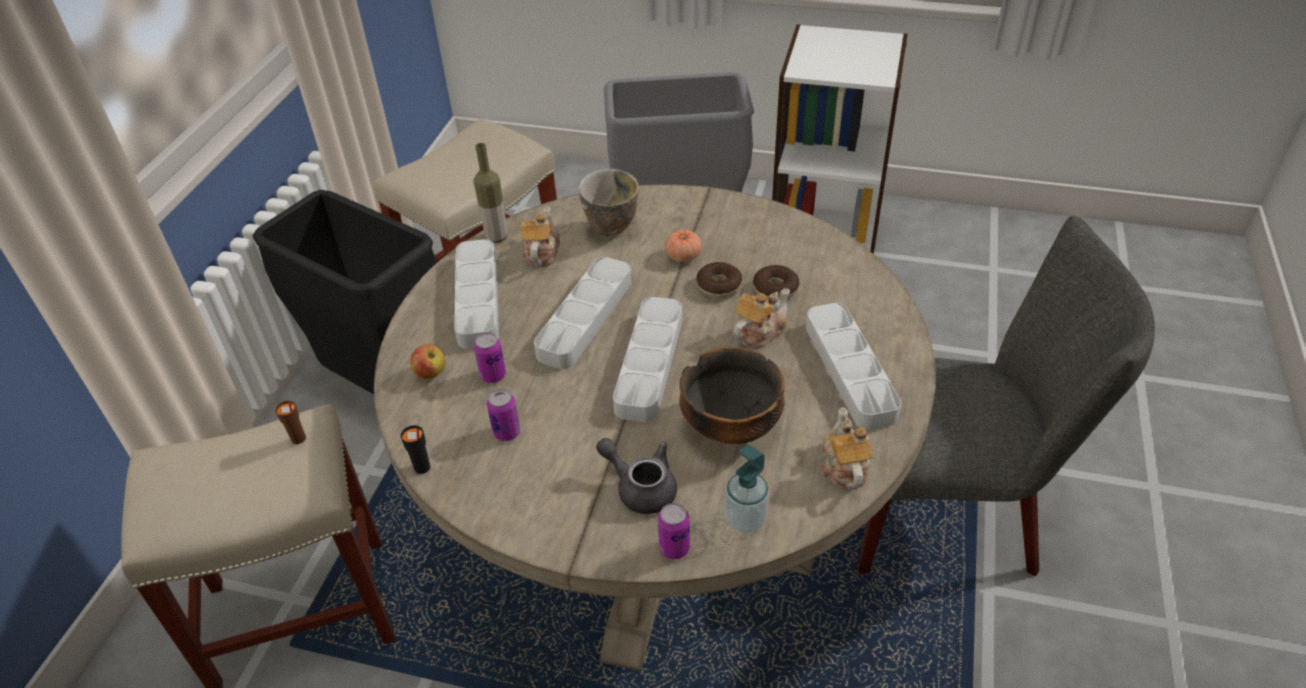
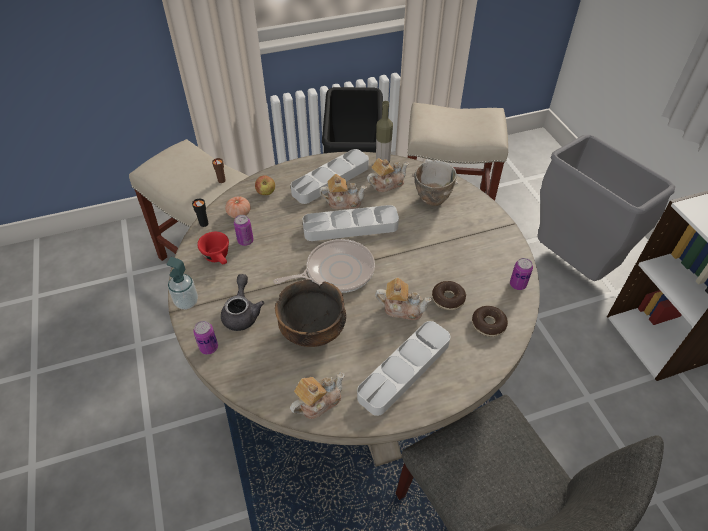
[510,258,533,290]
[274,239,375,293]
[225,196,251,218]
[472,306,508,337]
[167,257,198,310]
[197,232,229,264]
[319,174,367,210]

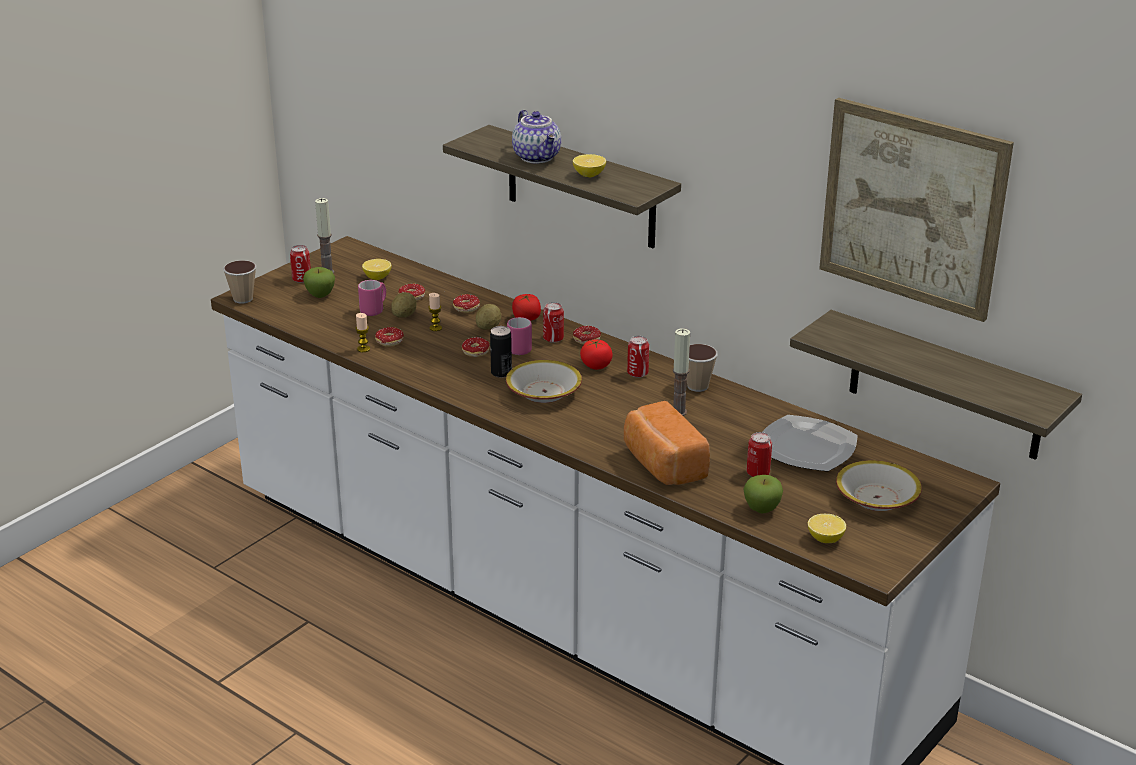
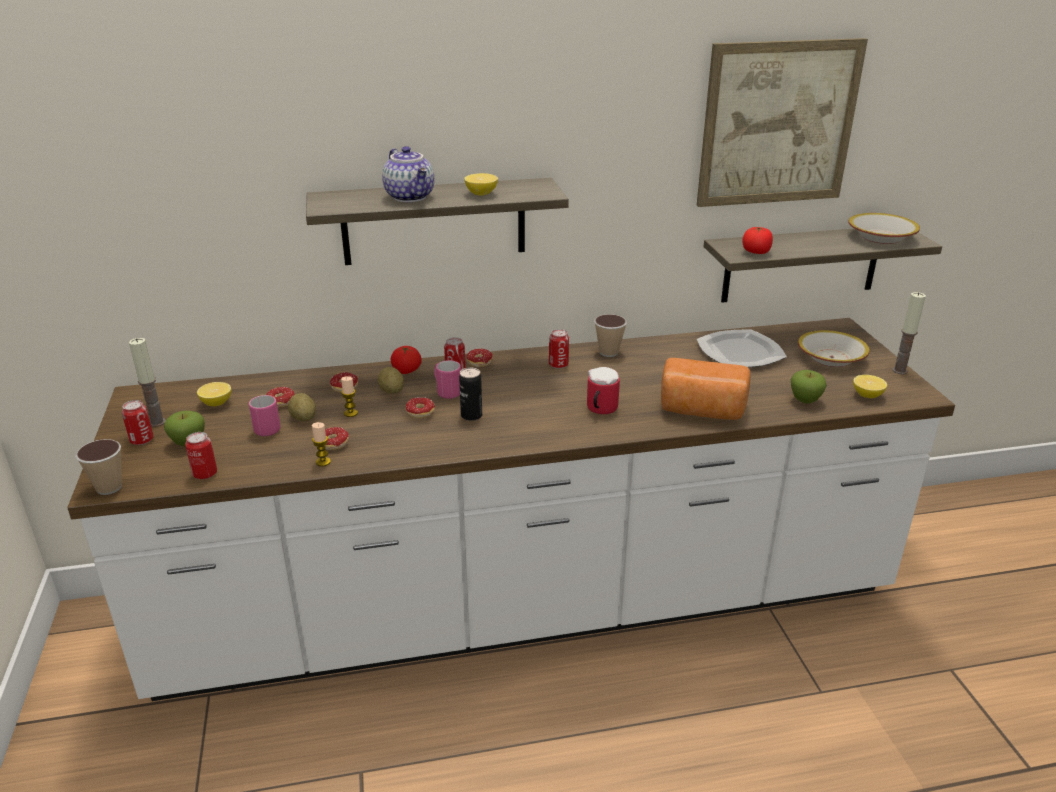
[848,213,920,244]
[382,146,434,202]
[742,226,773,254]
[892,292,926,374]
[185,432,217,479]
[587,367,620,414]

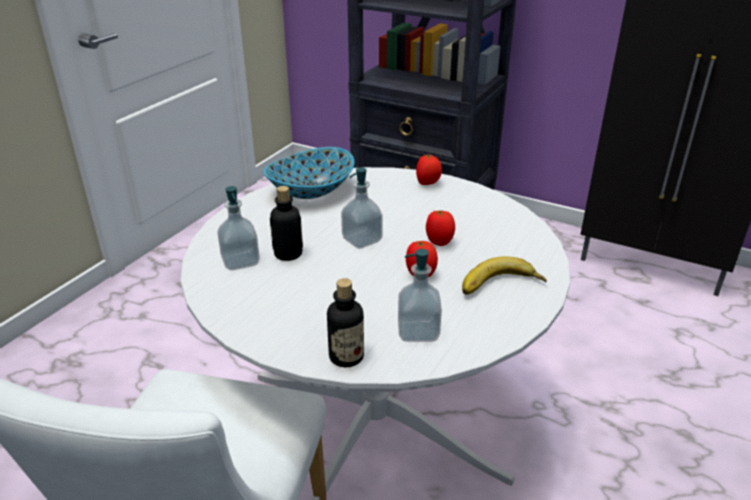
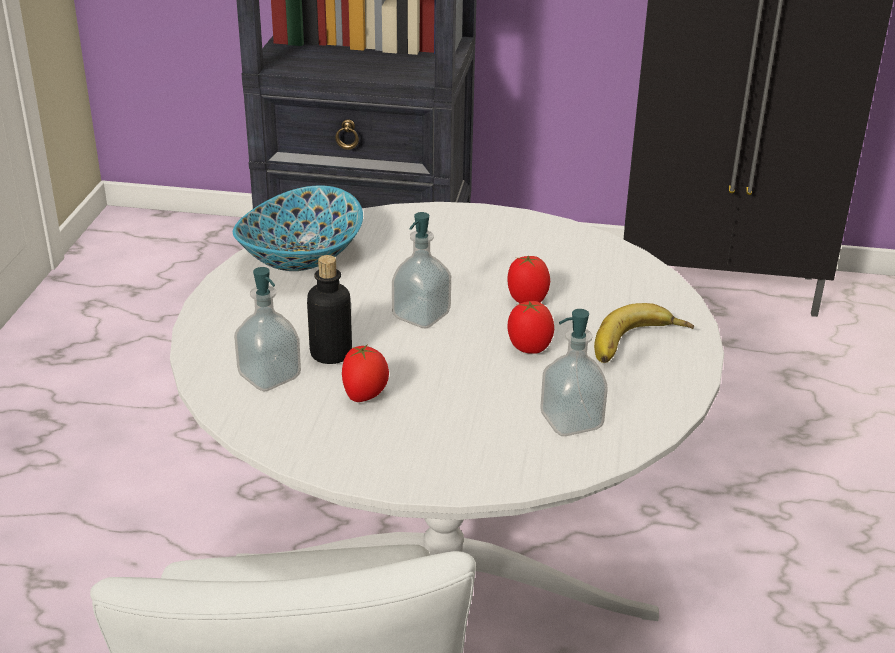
[327,278,364,367] (first image)
[342,344,389,402]

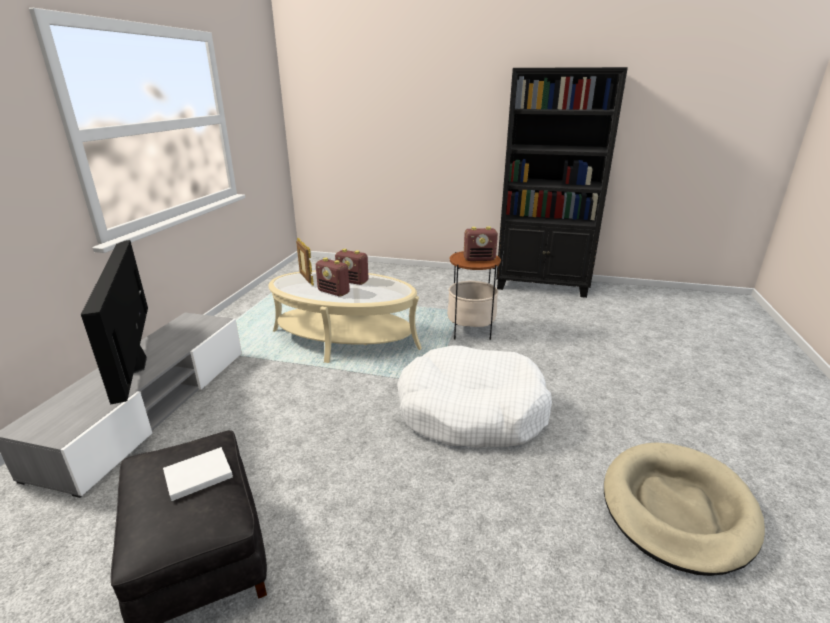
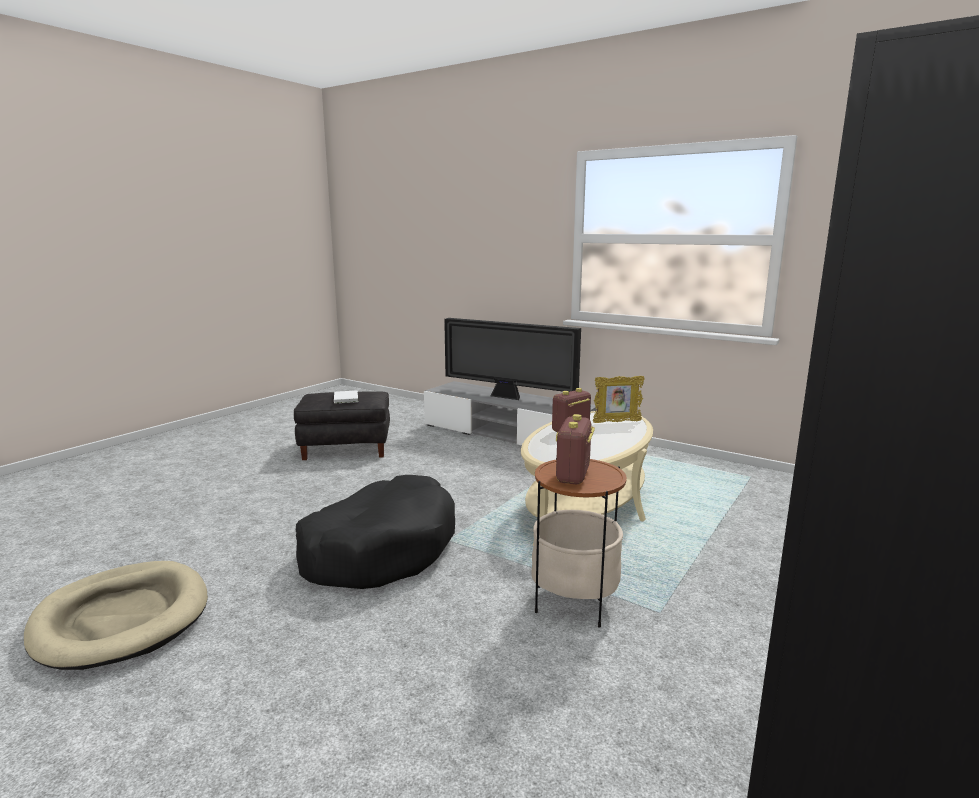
[444,318,581,400]
[335,249,369,285] (first image)
[295,475,455,589]

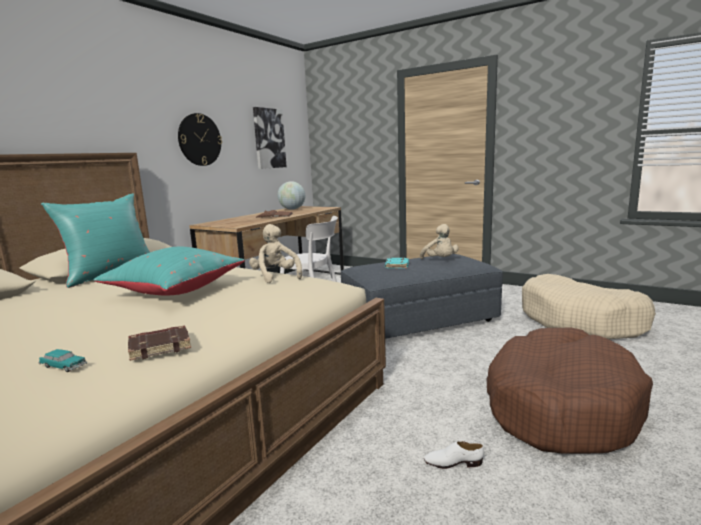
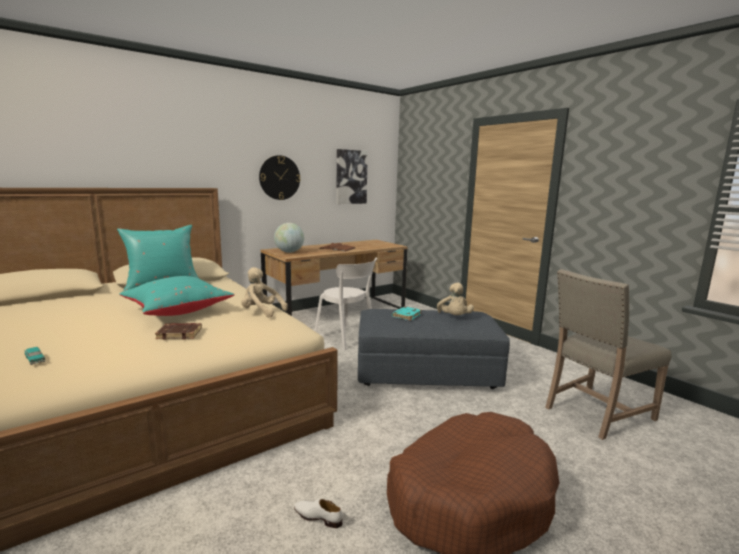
[155,323,202,340]
[241,267,288,317]
[274,223,304,253]
[545,269,672,440]

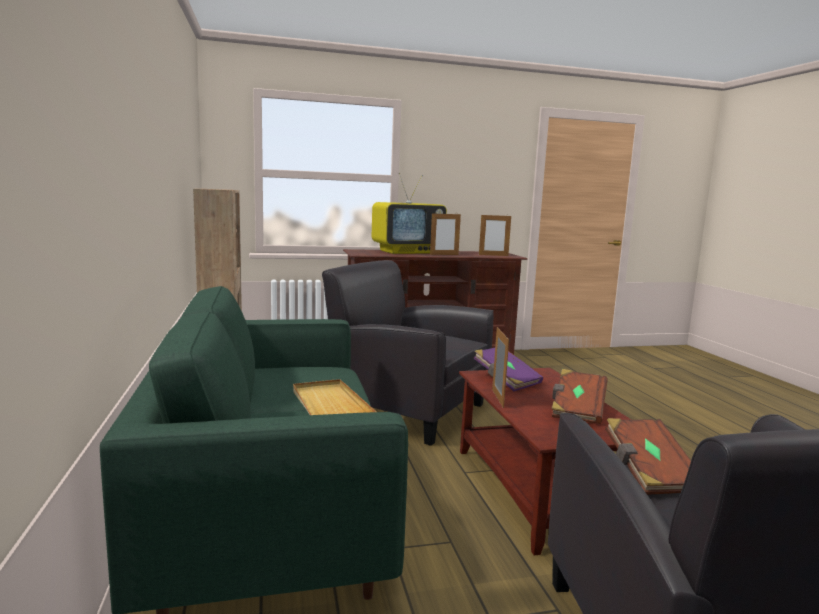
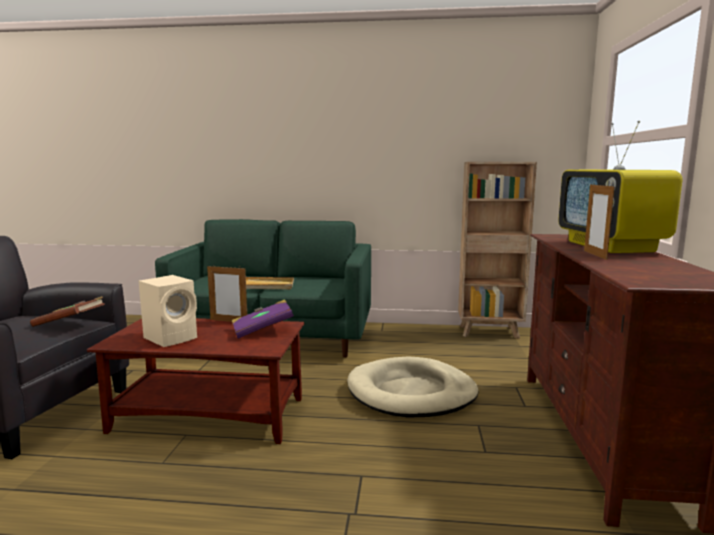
[347,357,479,417]
[479,215,511,256] (first image)
[139,275,197,347]

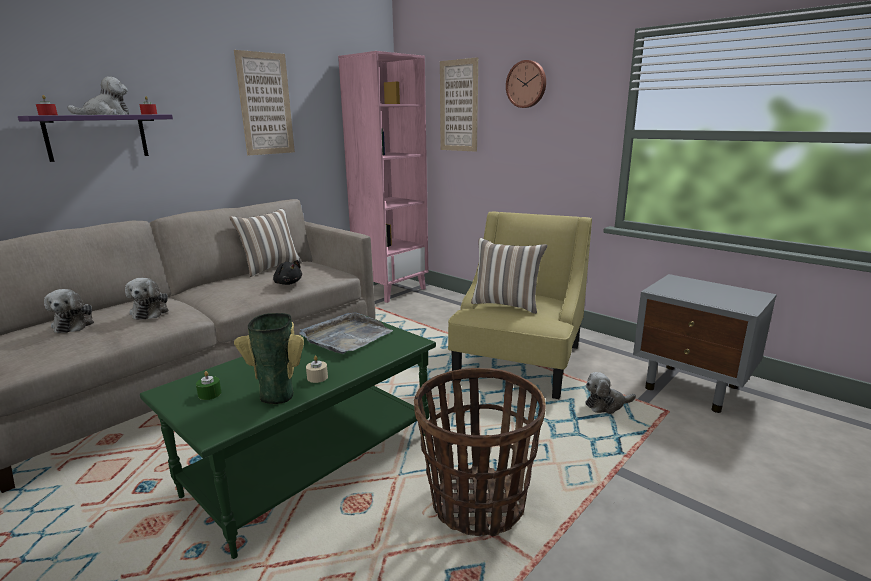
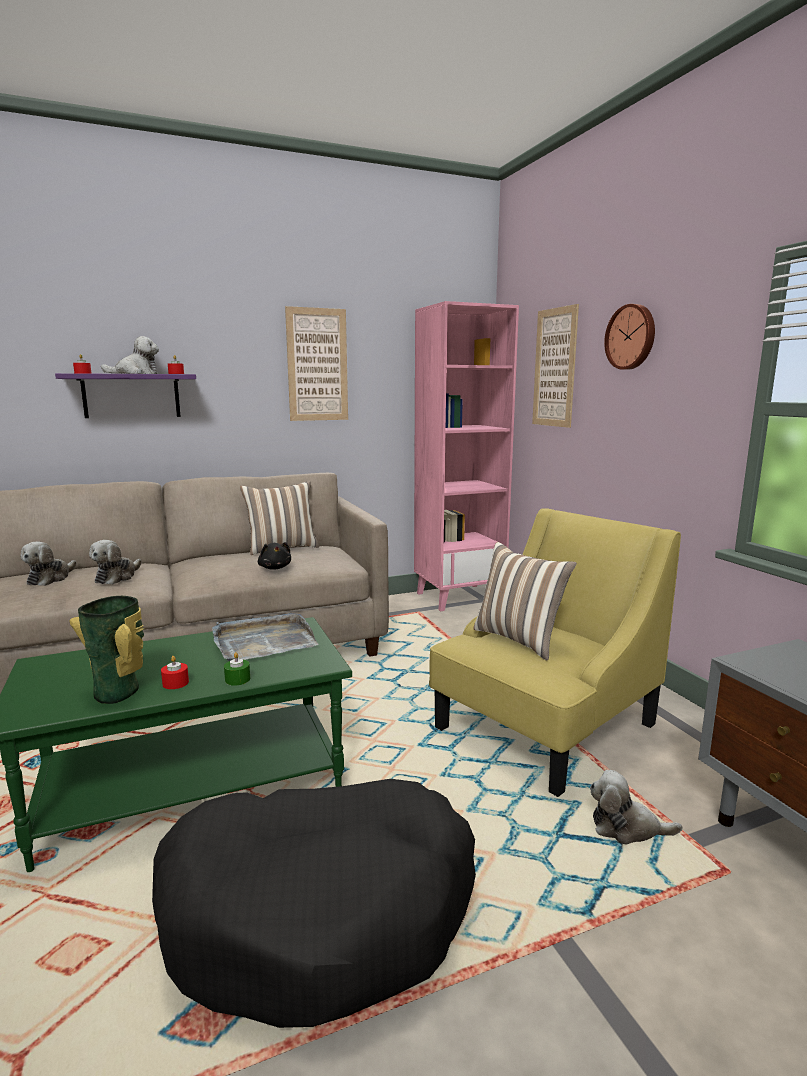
[224,652,250,686]
[161,656,189,689]
[152,779,476,1028]

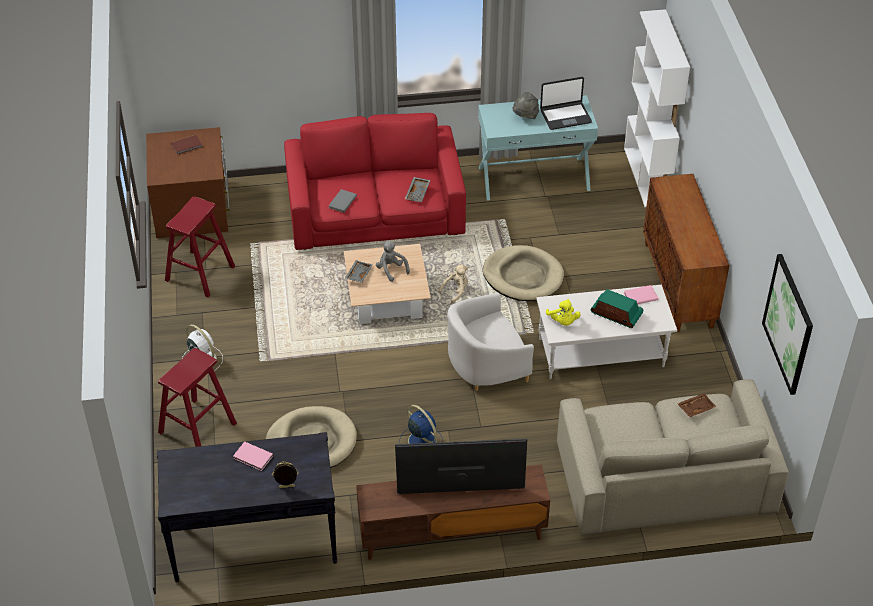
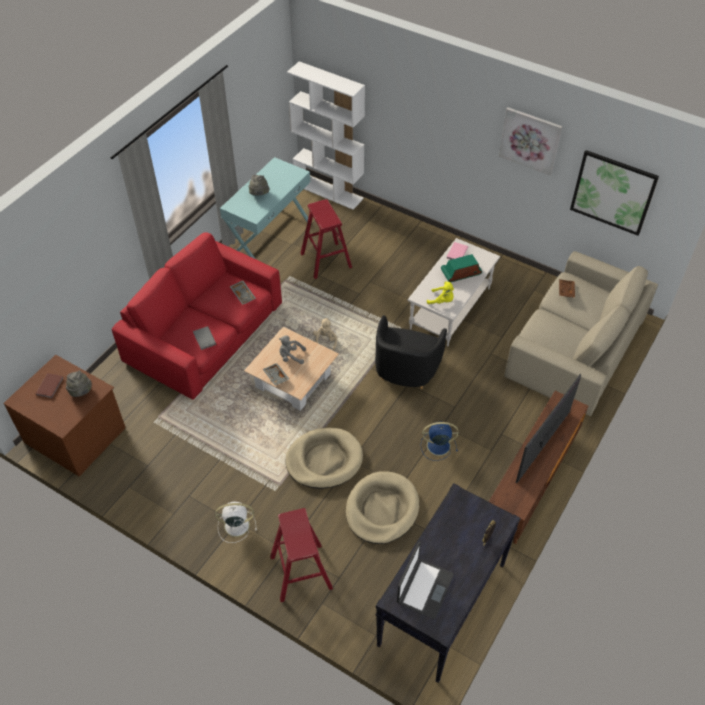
[300,199,352,279]
[233,442,273,471] (first image)
[375,315,447,389]
[286,428,363,489]
[397,541,454,619]
[643,174,729,332] (first image)
[66,370,92,397]
[499,107,563,176]

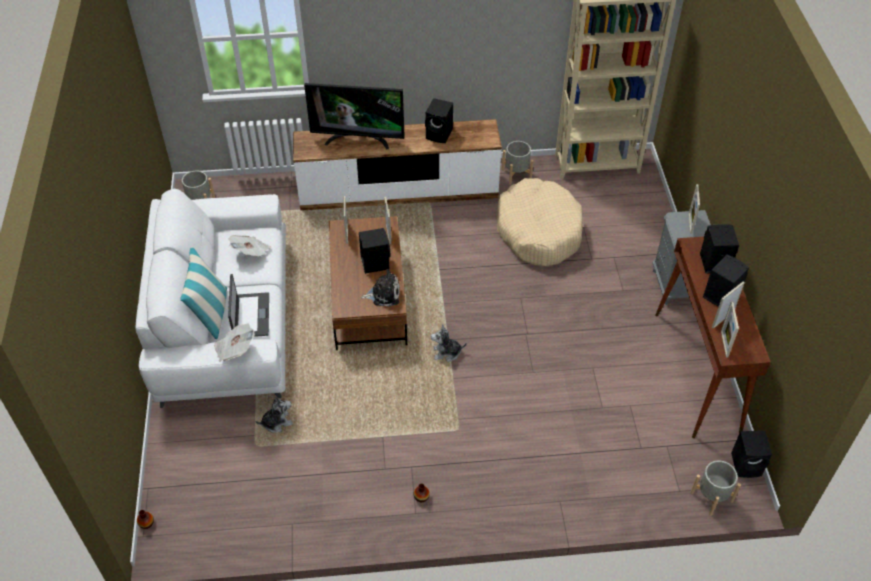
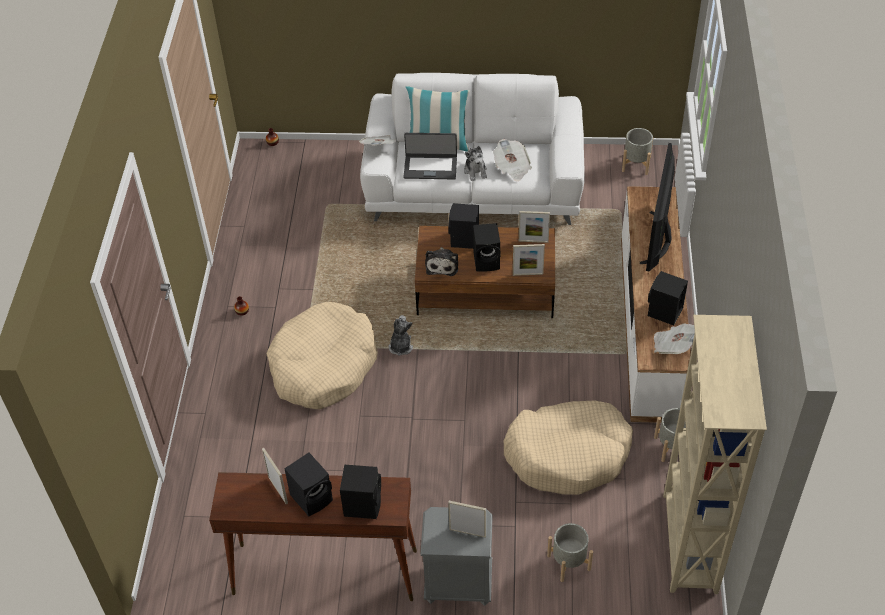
[464,146,487,181]
[547,523,593,582]
[721,302,739,357] (first image)
[448,203,479,249]
[267,302,378,409]
[654,323,695,354]

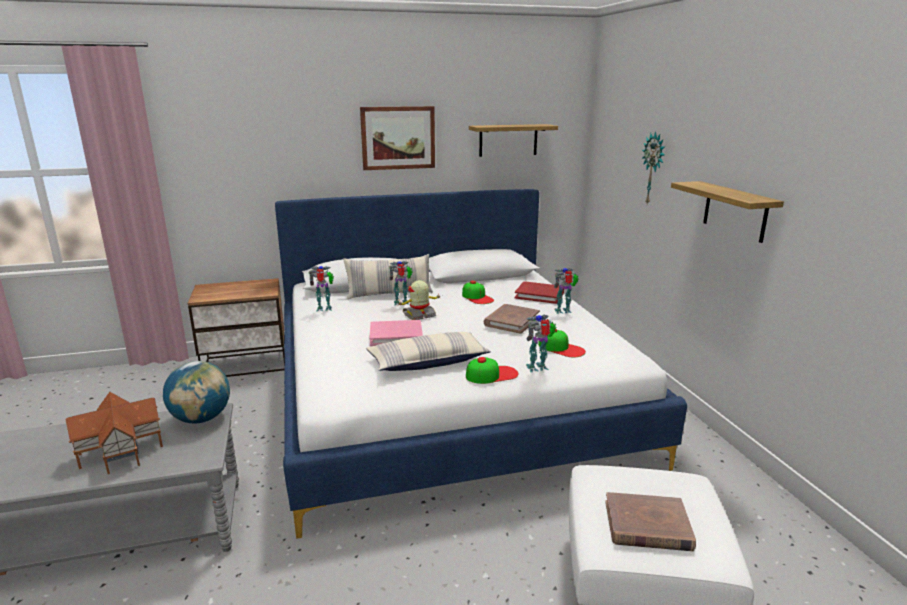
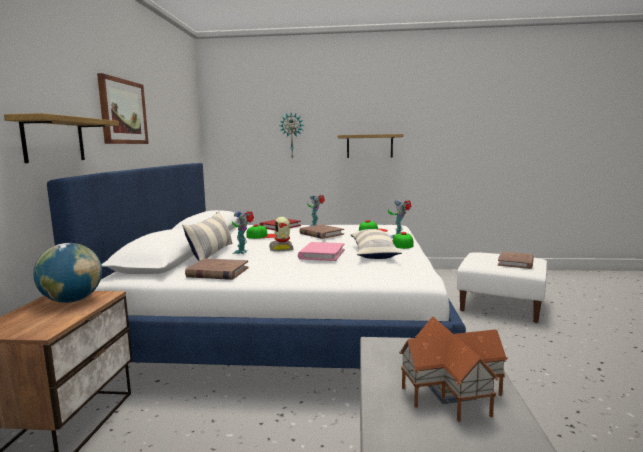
[33,243,102,303]
[185,258,248,280]
[4,113,119,163]

